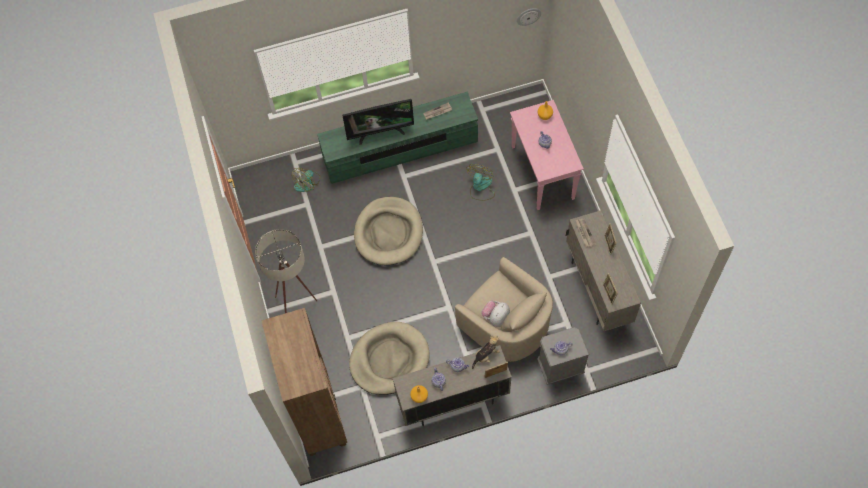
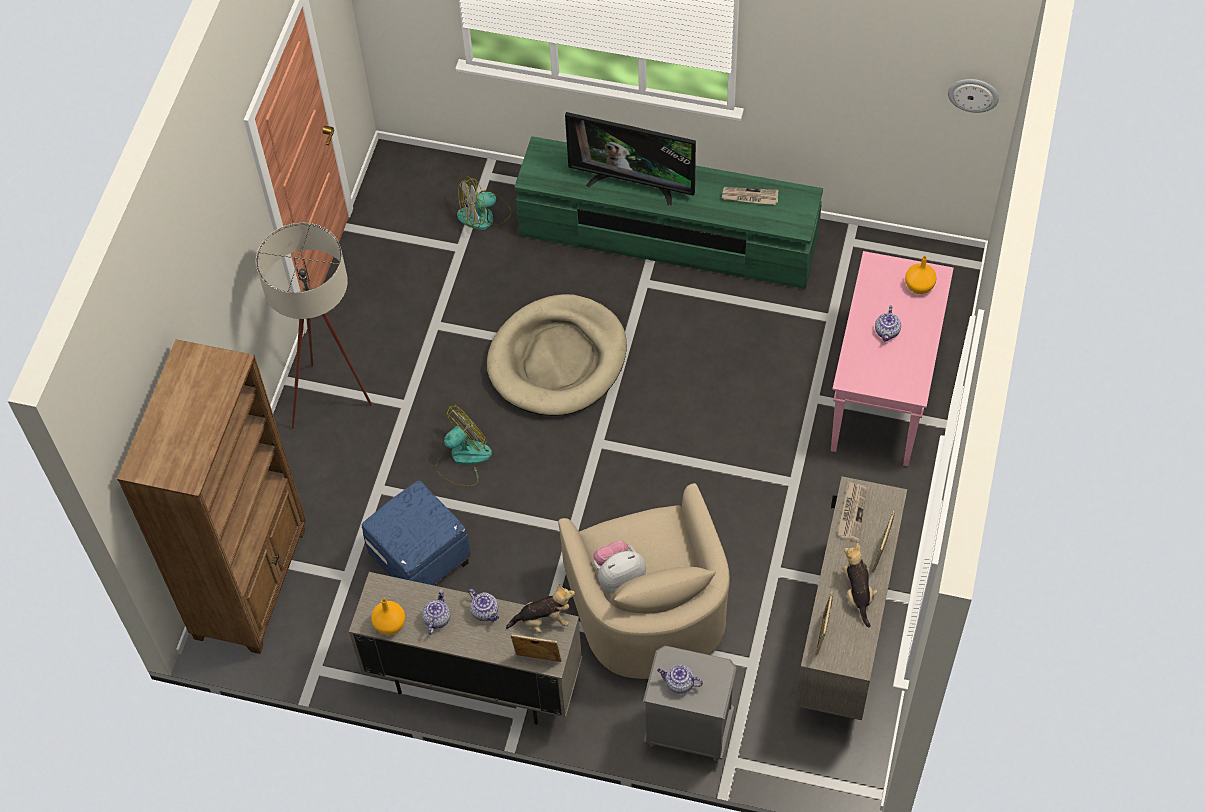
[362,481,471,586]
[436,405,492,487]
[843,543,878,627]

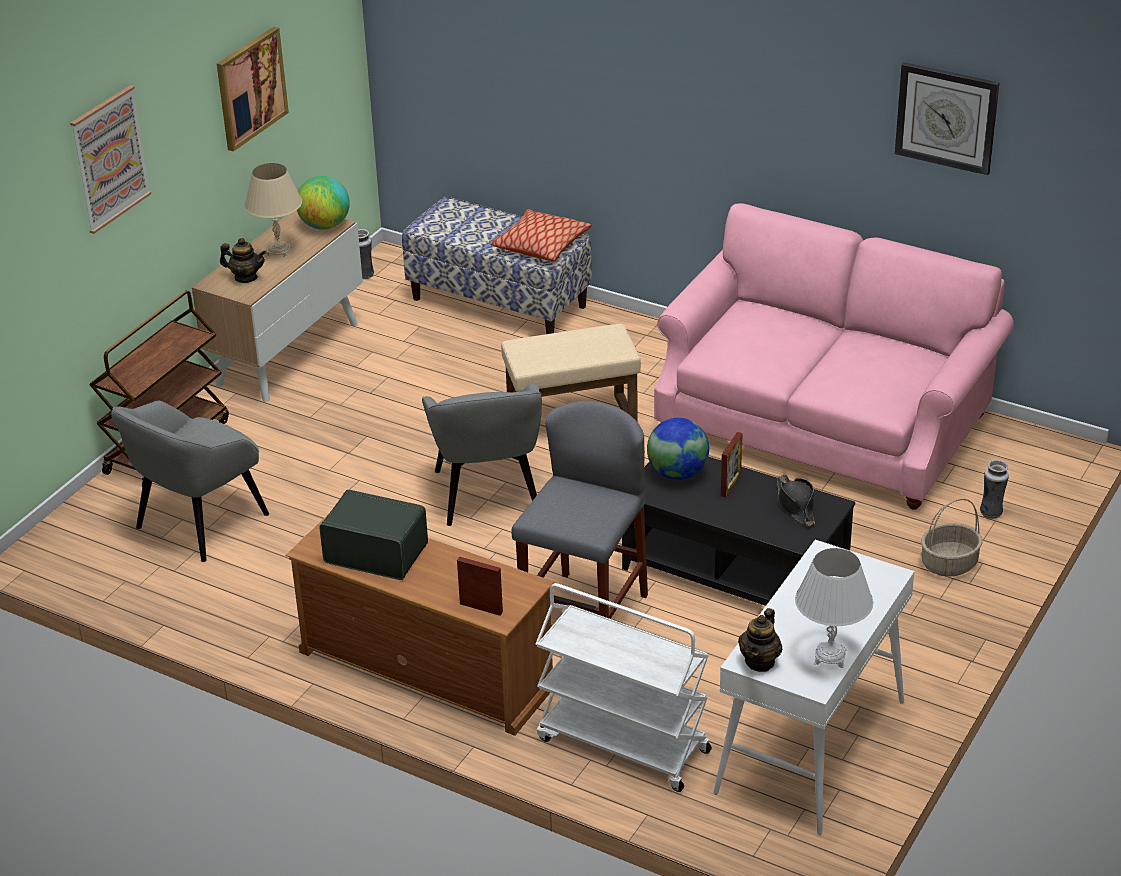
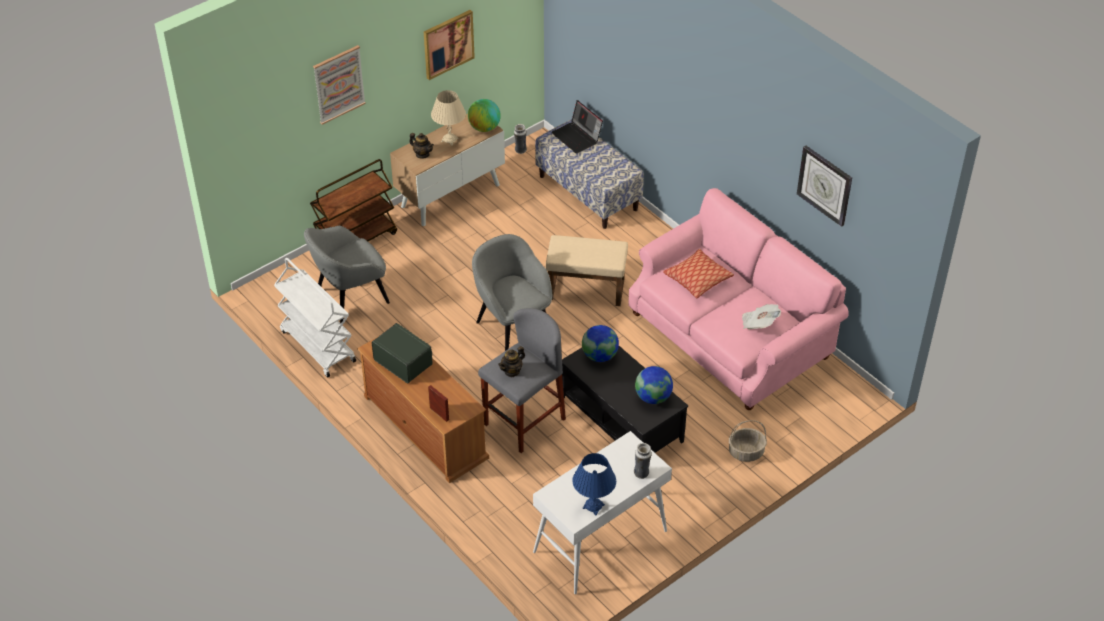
[472,234,552,351]
[663,249,734,299]
[274,258,356,377]
[721,432,743,498] (first image)
[498,346,525,377]
[635,366,673,404]
[572,453,616,515]
[634,443,652,479]
[552,100,603,154]
[742,304,781,329]

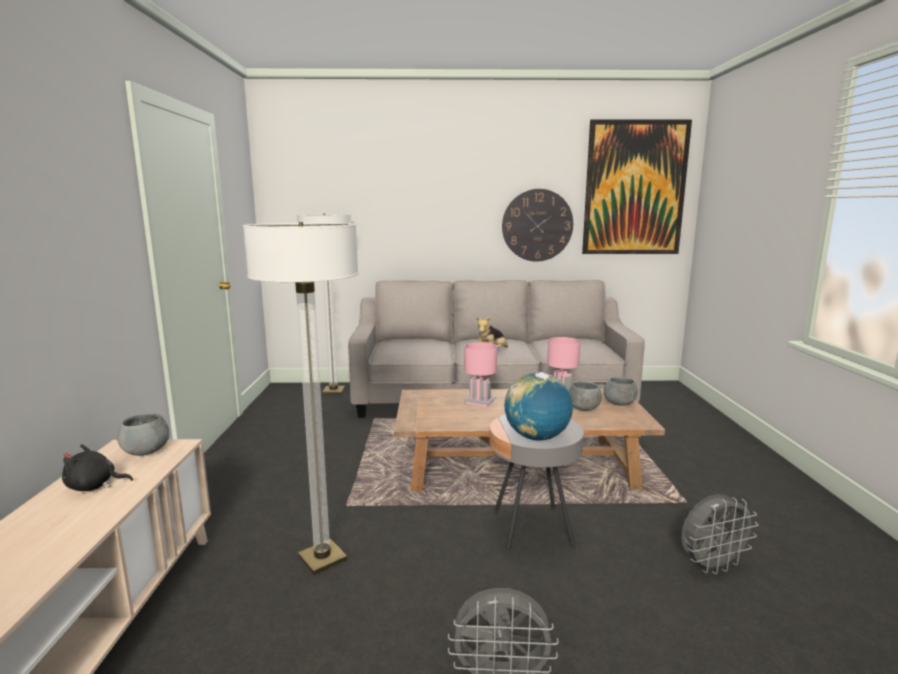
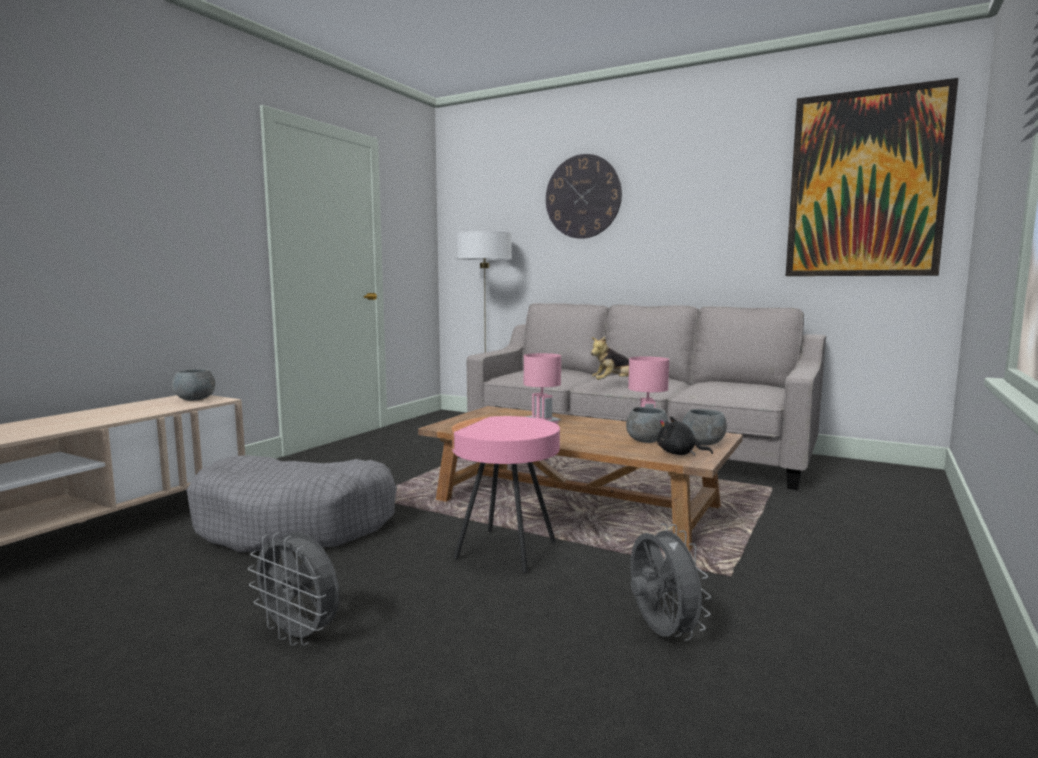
[657,416,713,456]
[187,455,397,553]
[452,416,560,573]
[546,154,622,239]
[504,372,573,440] (first image)
[630,524,711,641]

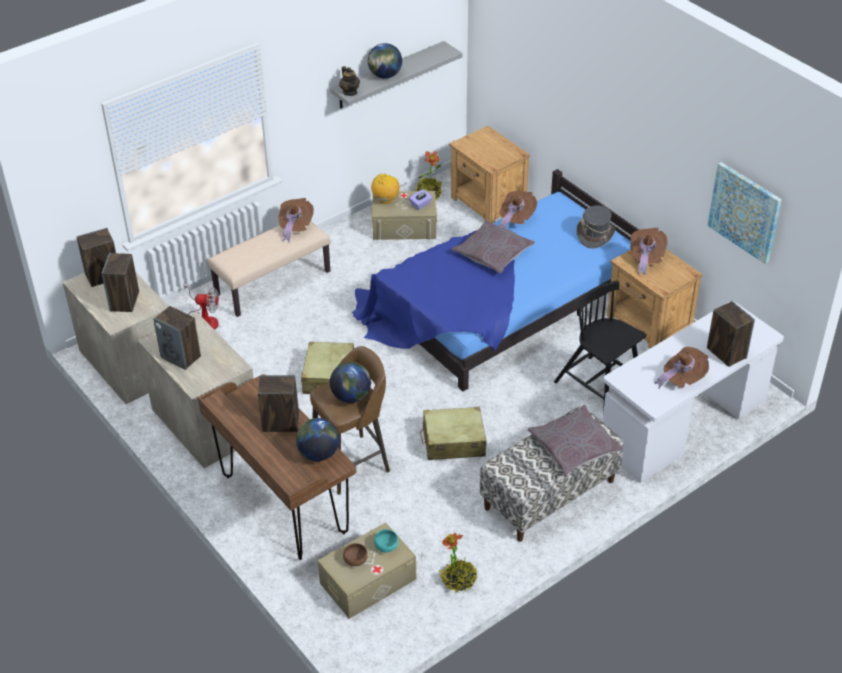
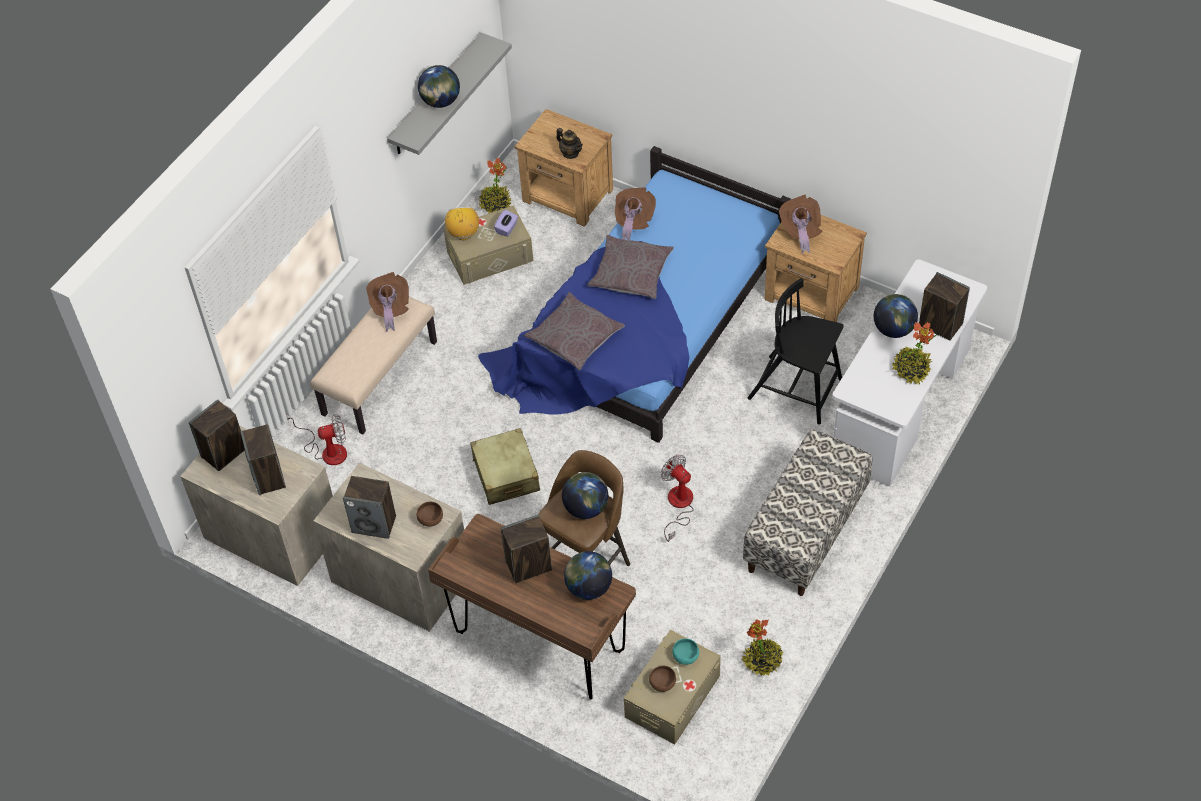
[556,128,583,159]
[661,455,694,542]
[524,292,625,370]
[576,206,615,248] (first image)
[893,322,936,384]
[708,162,782,264] (first image)
[417,502,443,527]
[874,294,918,338]

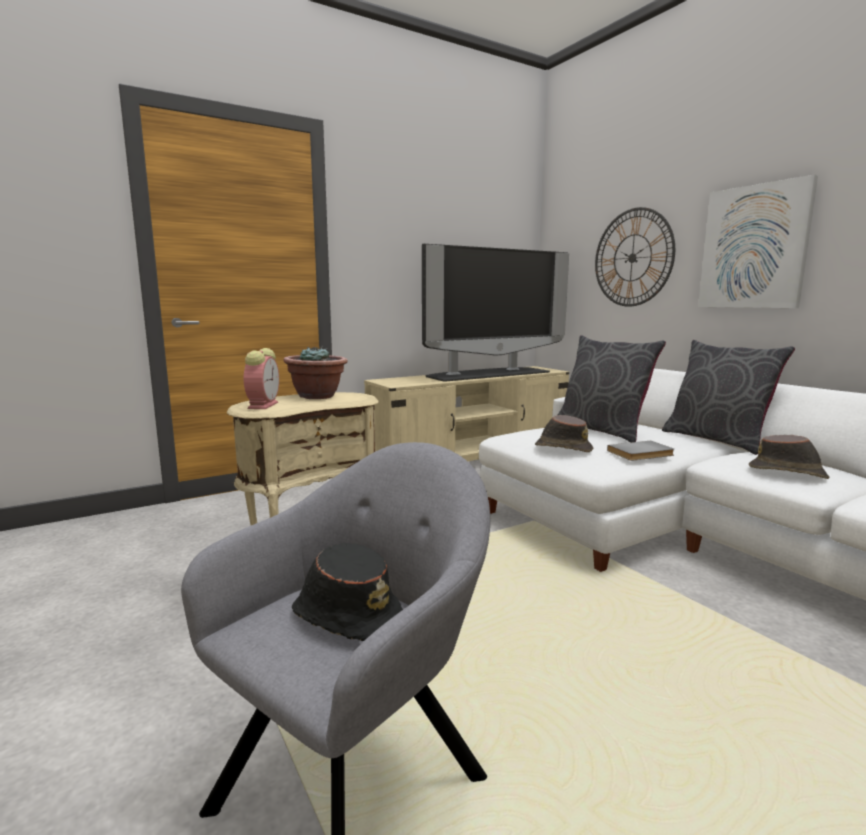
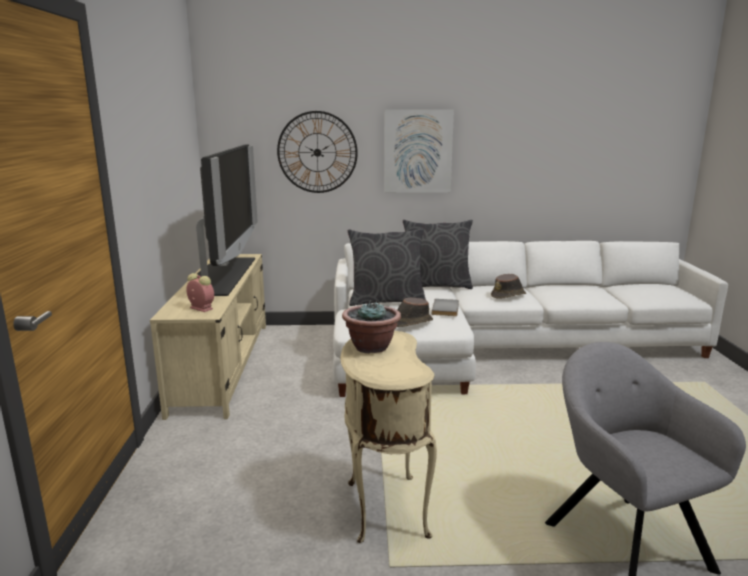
[186,273,214,312]
[292,543,403,641] (first image)

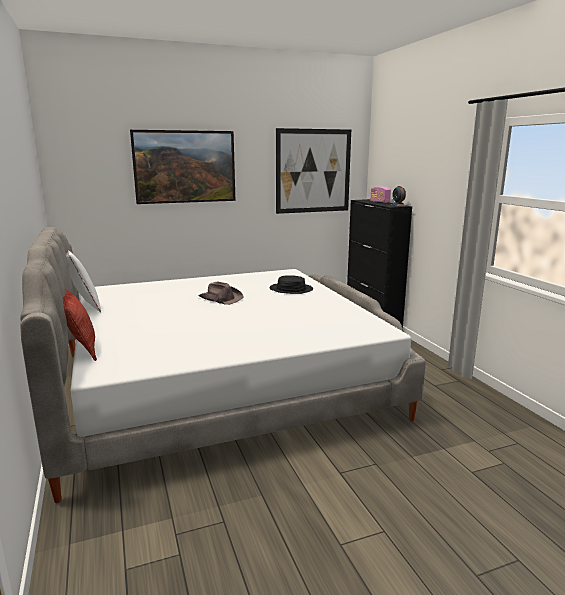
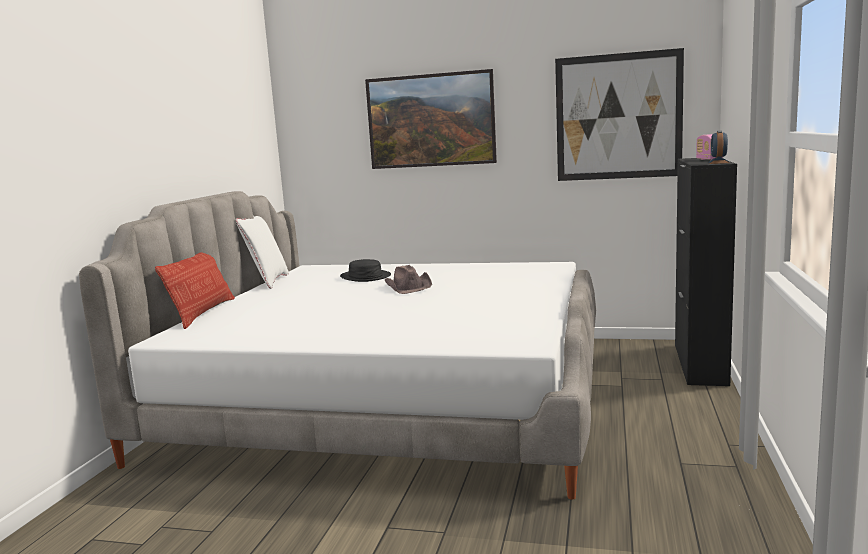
[340,259,391,282]

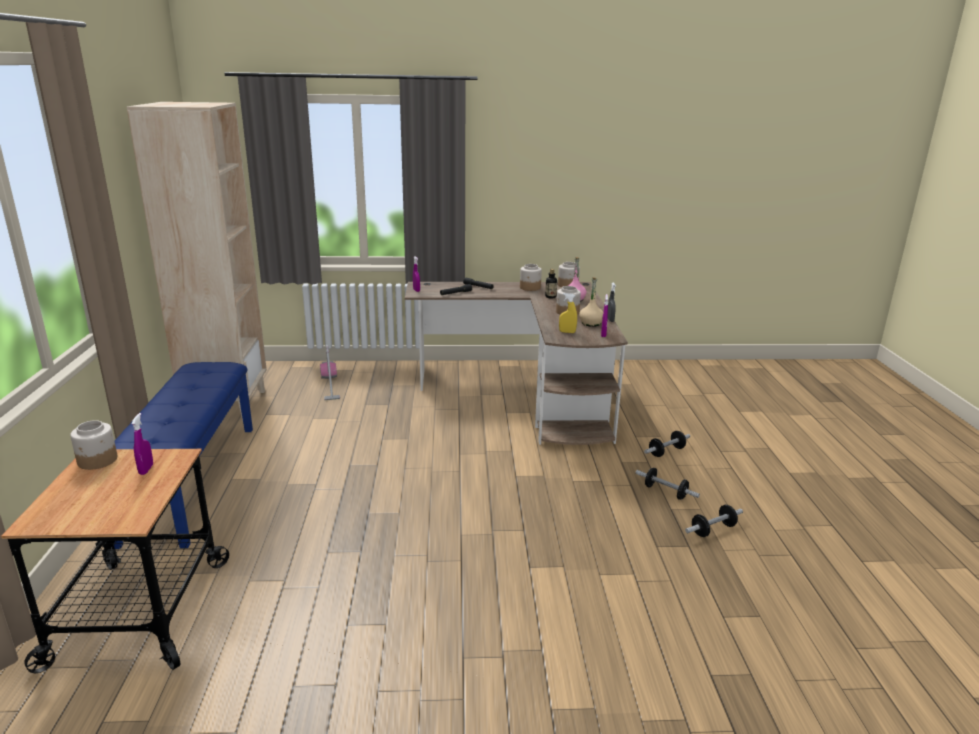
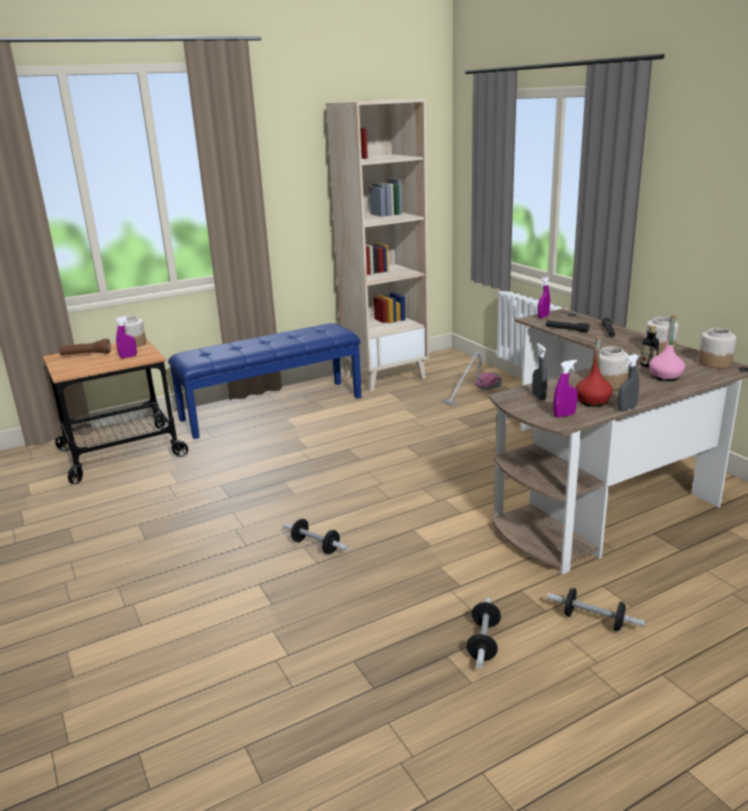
[532,343,548,401]
[575,336,612,407]
[284,519,348,554]
[59,339,111,355]

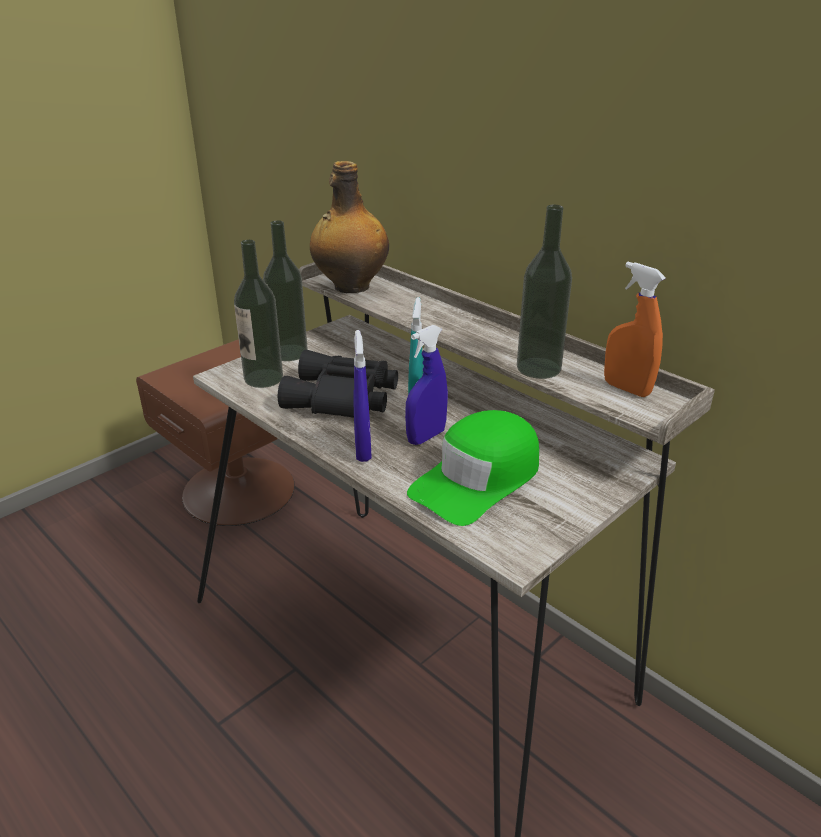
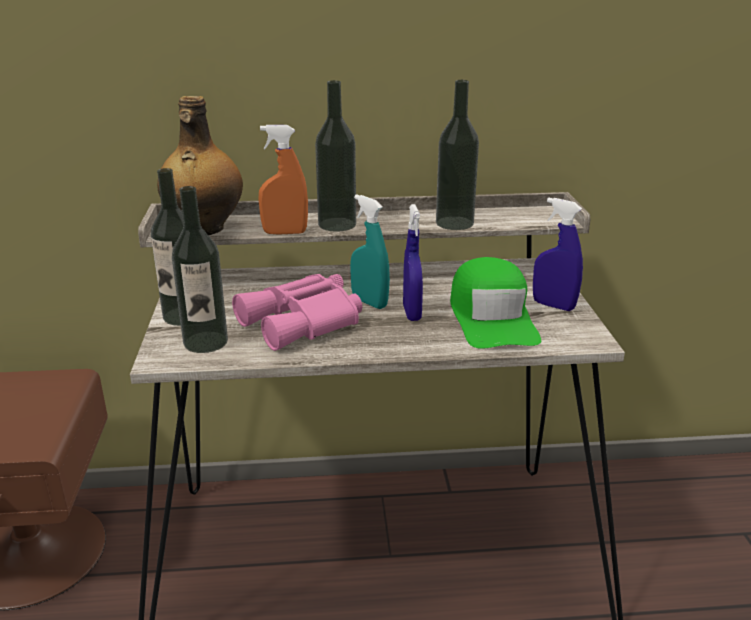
[232,274,362,351]
[533,198,583,311]
[258,125,308,235]
[315,80,356,232]

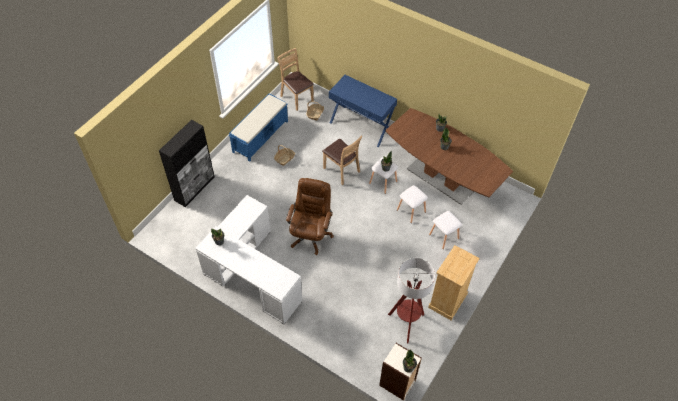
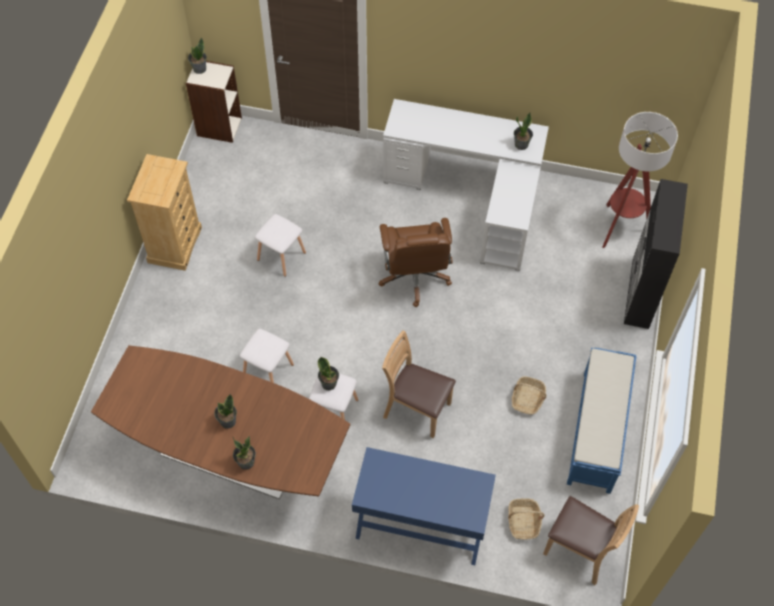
[602,112,678,248]
[255,214,306,277]

